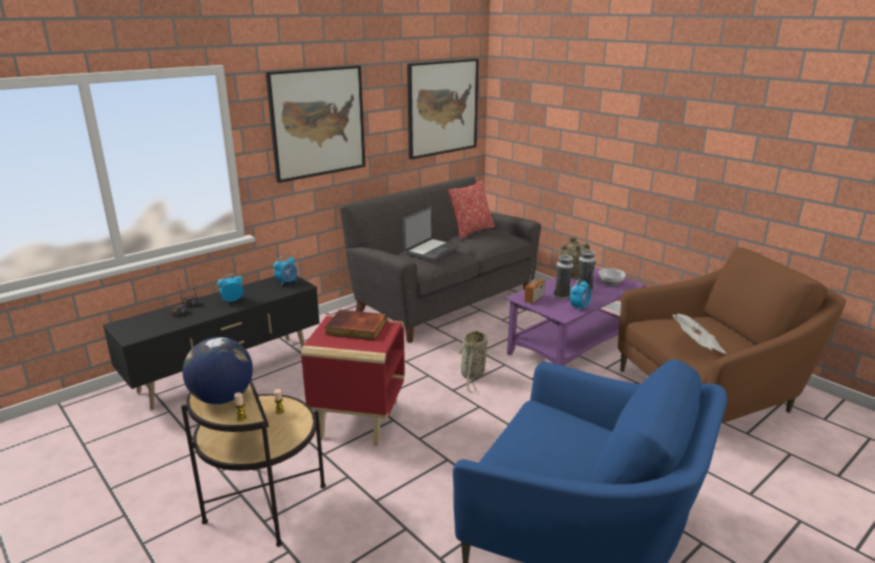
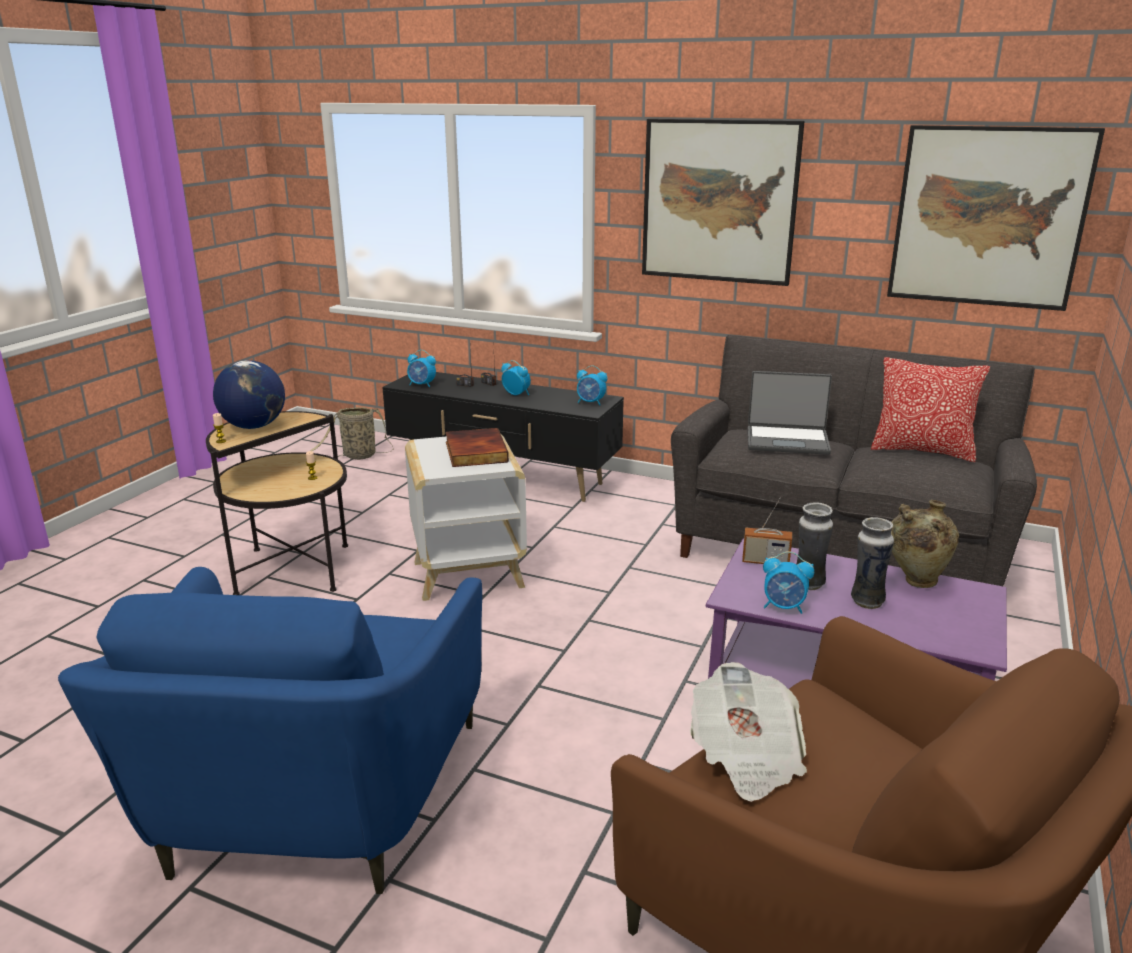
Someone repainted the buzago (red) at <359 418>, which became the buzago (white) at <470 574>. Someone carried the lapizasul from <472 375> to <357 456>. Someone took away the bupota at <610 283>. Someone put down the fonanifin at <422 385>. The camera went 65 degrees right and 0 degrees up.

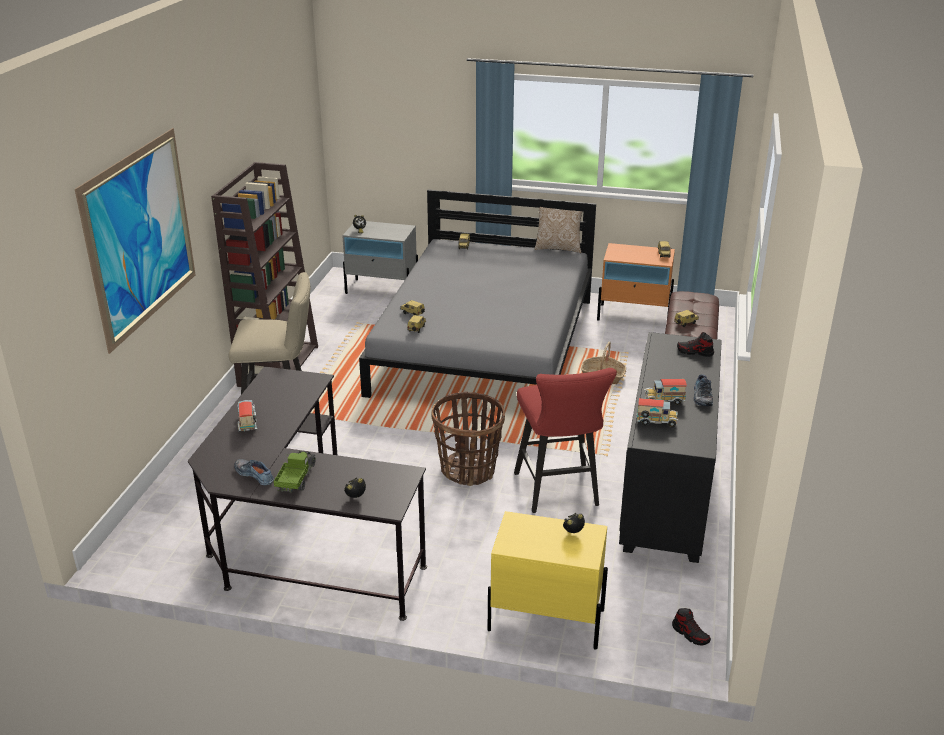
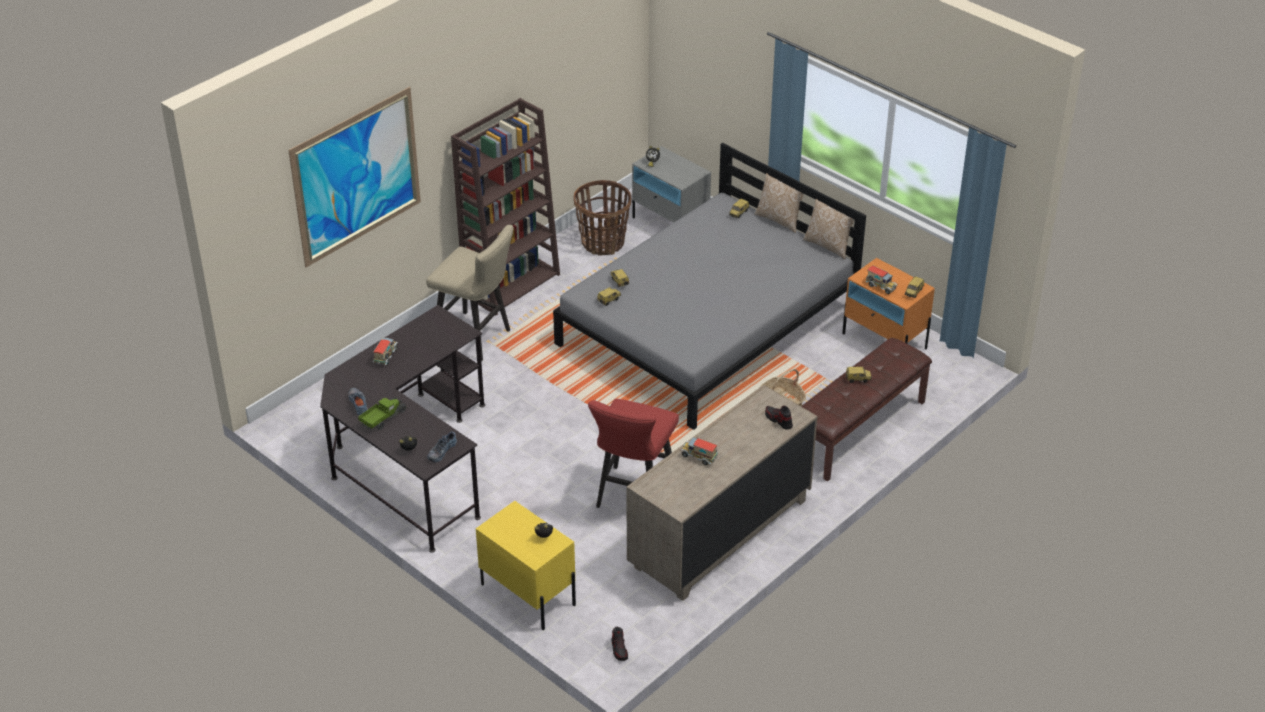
Someone carried the lapizasul from <468 470> to <603 243>. Someone repainted the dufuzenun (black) at <666 492>, which became the dufuzenun (beige) at <720 533>. Someone carried the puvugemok from <656 422> to <880 287>. Someone carried the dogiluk from <701 397> to <441 451>. Someone put down the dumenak at <779 219>. The camera went 30 degrees right and 10 degrees up.

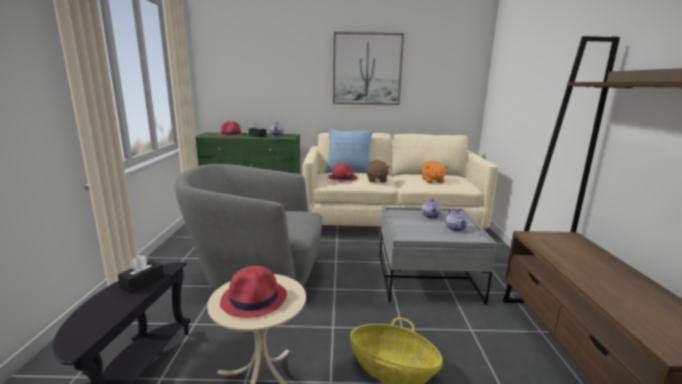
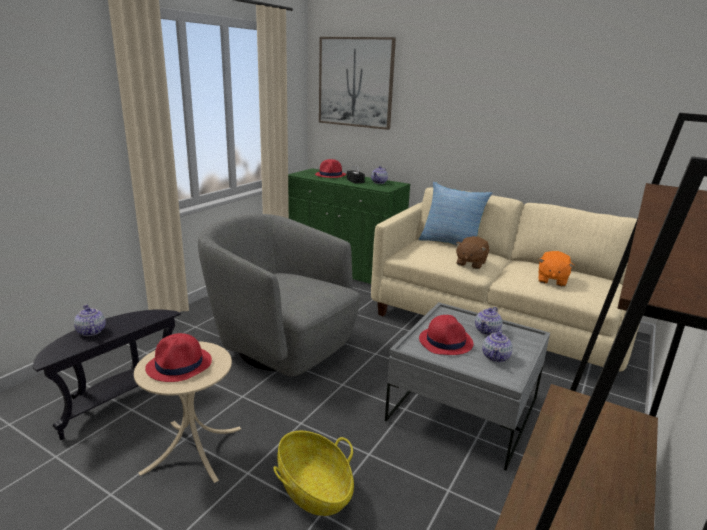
Someone took away the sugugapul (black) at <142 282>. Someone carried the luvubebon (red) from <342 178> to <445 341>. Someone carried the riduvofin from <367 69> to <355 82>. Someone put down the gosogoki at <91 331>. The camera went 30 degrees right and 5 degrees up.

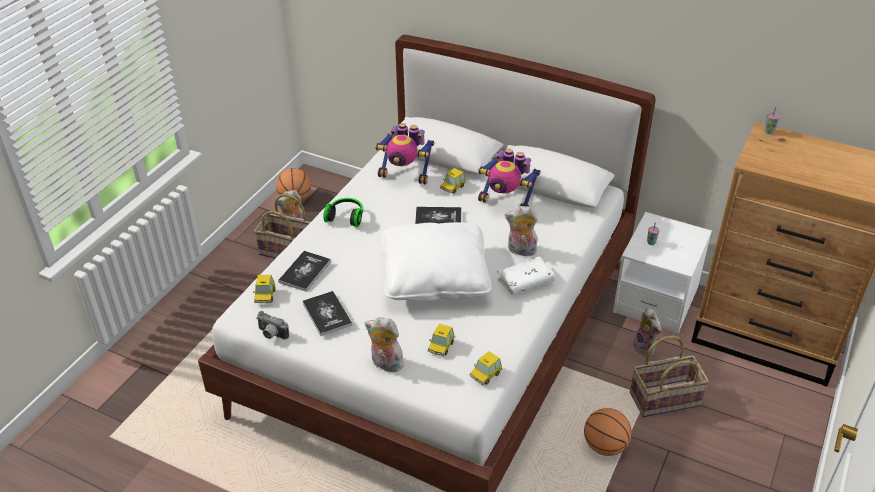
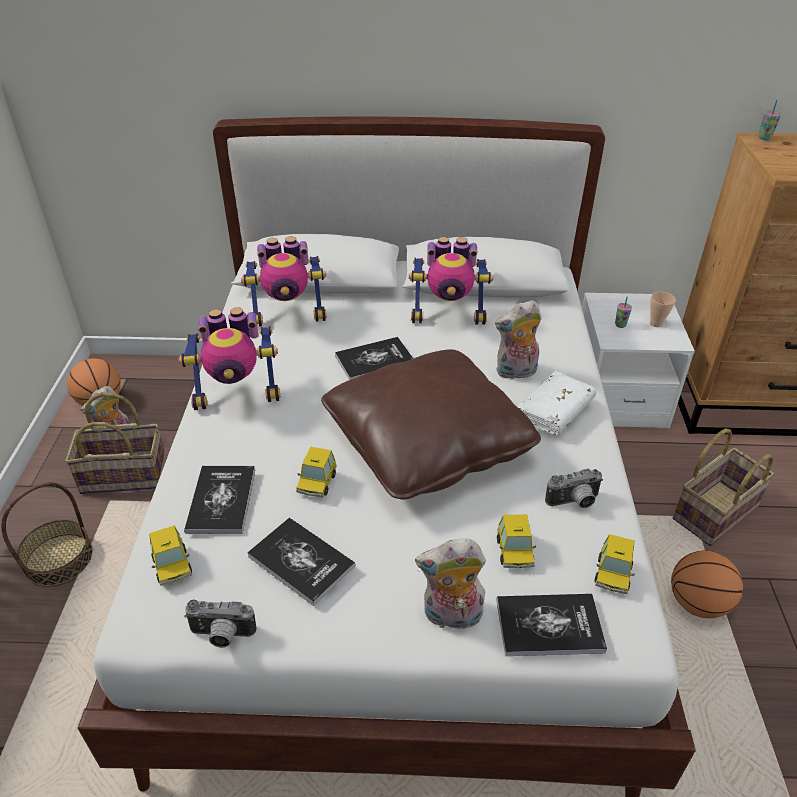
Someone swapped the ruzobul at <346 217> for the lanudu at <237 395>. Someone repainted the dumenak (white) at <435 277>, which became the dumenak (brown) at <427 444>. Someone carried the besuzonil from <452 187> to <317 482>. Someone took away the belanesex at <646 348>. Someone put down the lapizasul at <59 559>. Someone put down the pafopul at <549 625>. Someone put down the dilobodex at <574 502>. Someone put down the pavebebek at <656 323>. The camera went 25 degrees left and 0 degrees up.

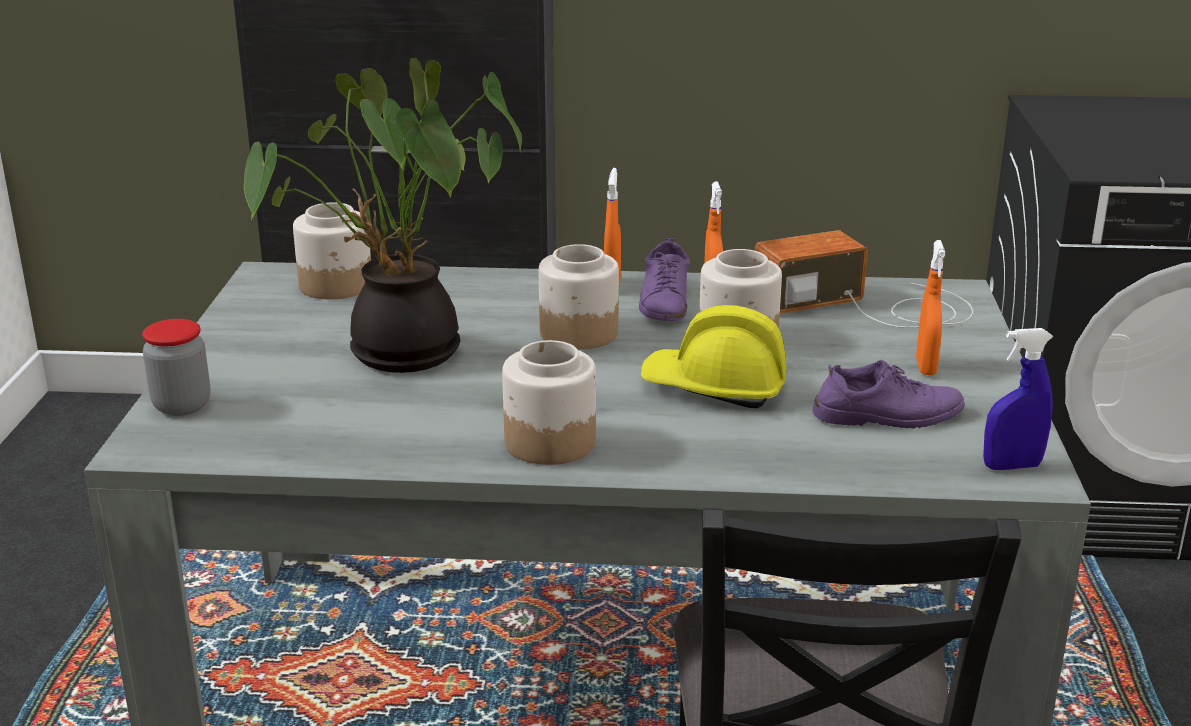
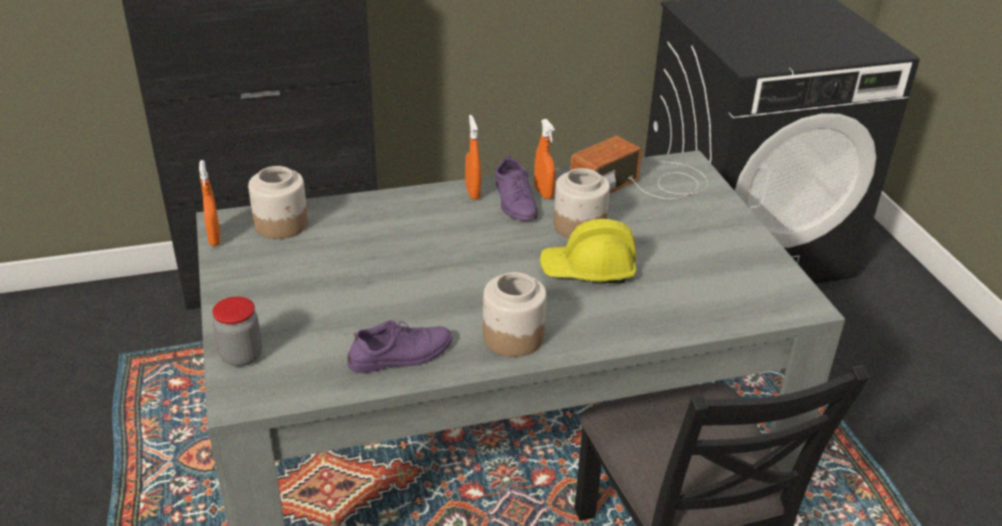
Someone took away the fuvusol at <399 356>. Someone took away the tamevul at <577 333>. Someone carried the dogiluk (purple) from <888 415> to <401 355>. Someone carried the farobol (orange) from <925 367> to <214 238>. Someone took away the farobol (blue) at <1011 466>. The camera went 20 degrees left and 10 degrees up.

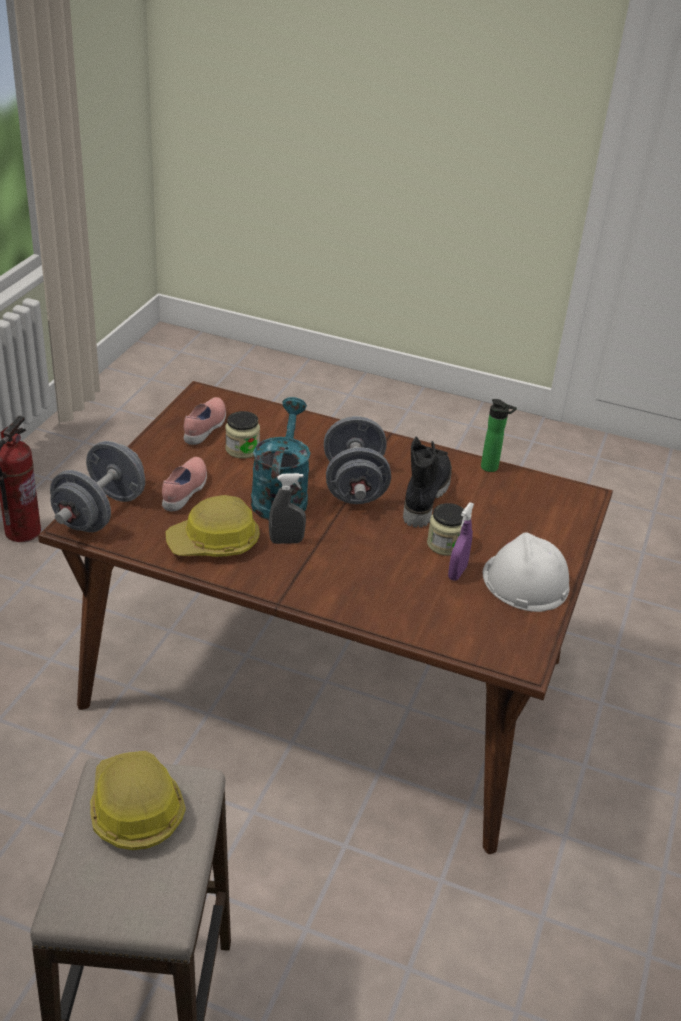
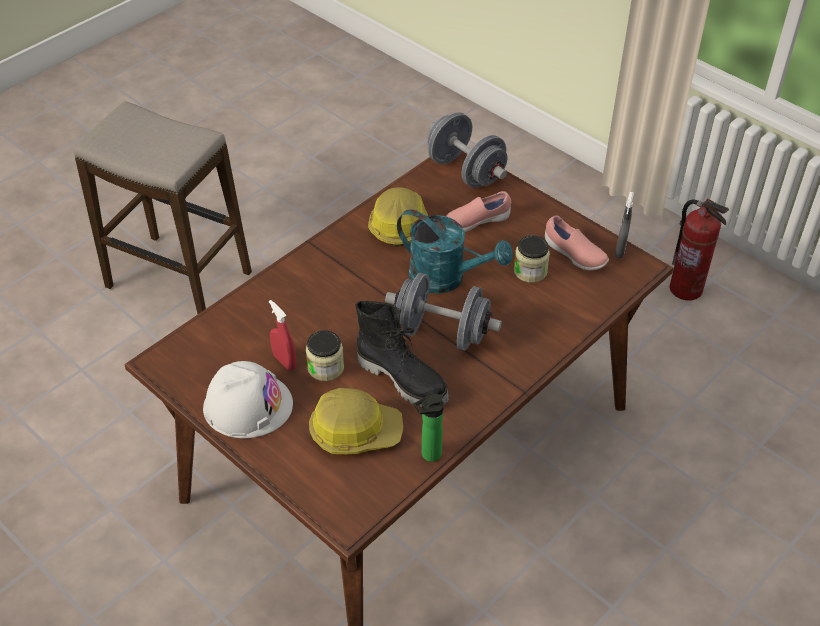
Someone carried the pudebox from <134 809> to <355 431>. Someone rotated the dogiluk (pink) at <185 492> by 120 degrees clockwise. Someone carried the farobol (grey) from <286 541> to <620 250>. Someone repainted the farobol (purple) at <457 572>, which became the farobol (red) at <284 361>. The camera went 115 degrees right and 10 degrees up.

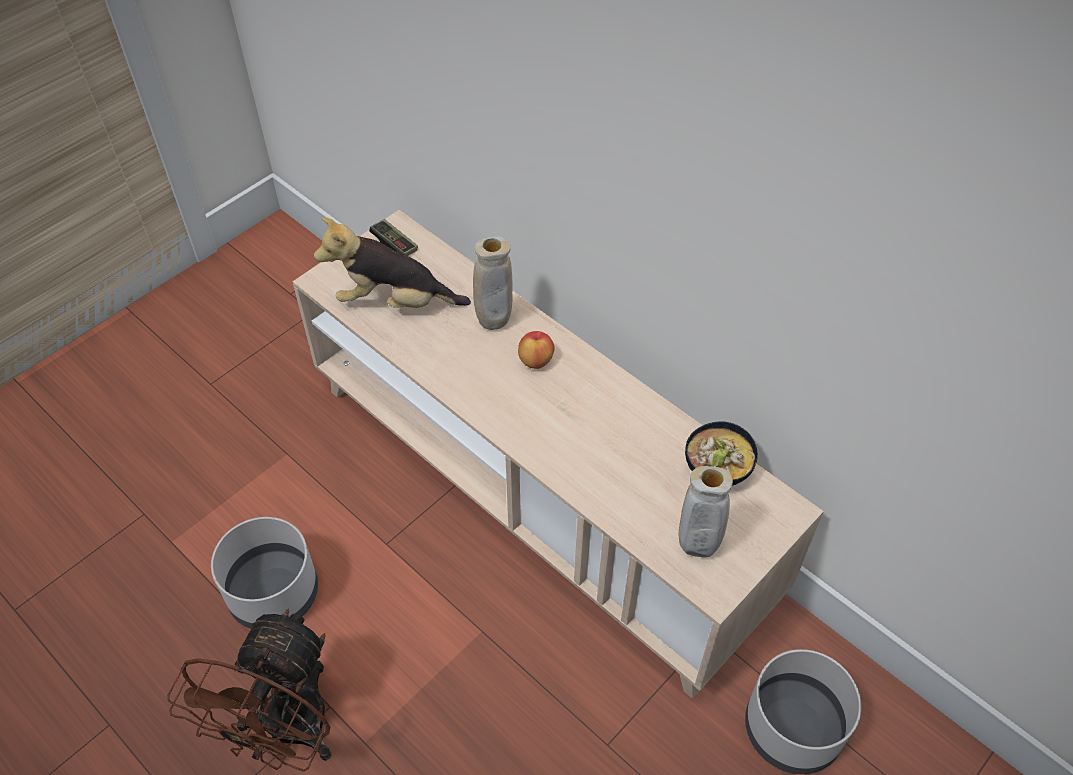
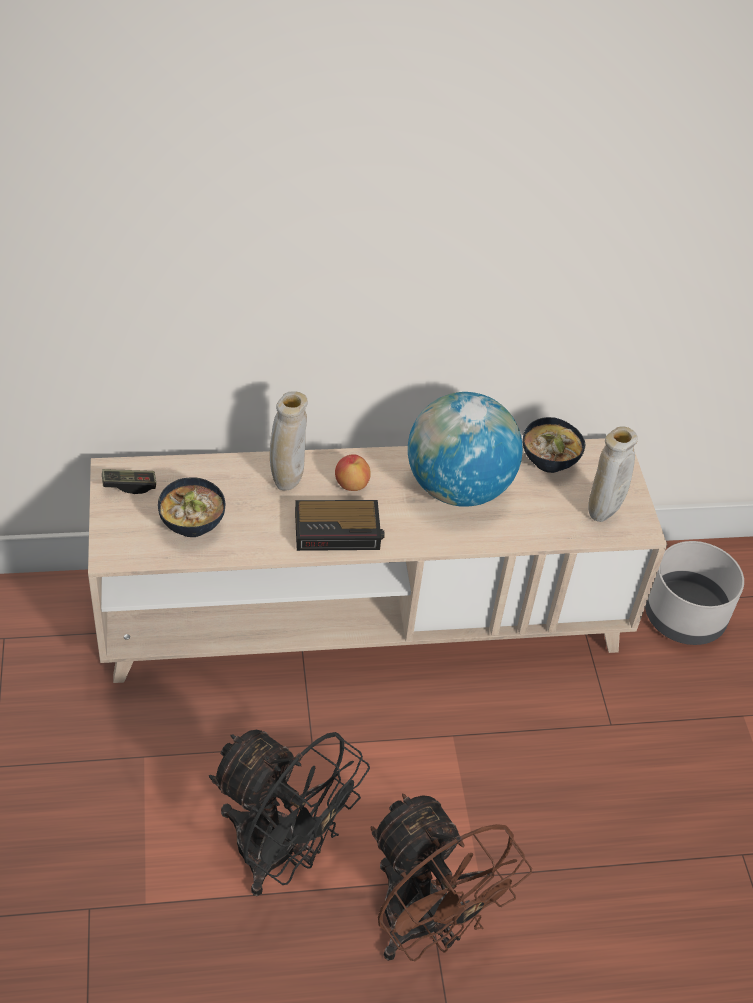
Someone swapped the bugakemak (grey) at <275 592> for the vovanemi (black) at <281 854>. Someone swapped the belanesex at <394 301> for the bupota at <193 524>. Someone put down the fonanifin at <339 530>. Someone put down the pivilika at <457 488>. The camera went 55 degrees left and 5 degrees down.

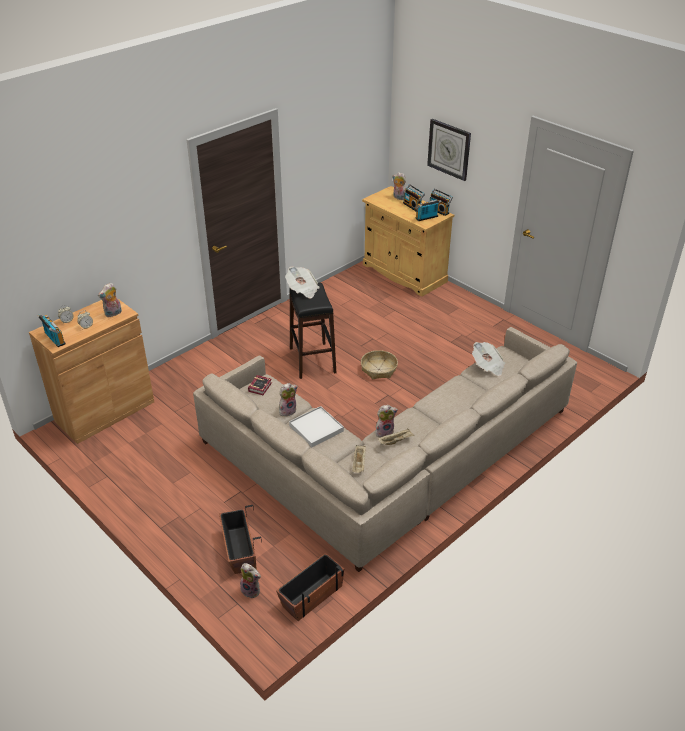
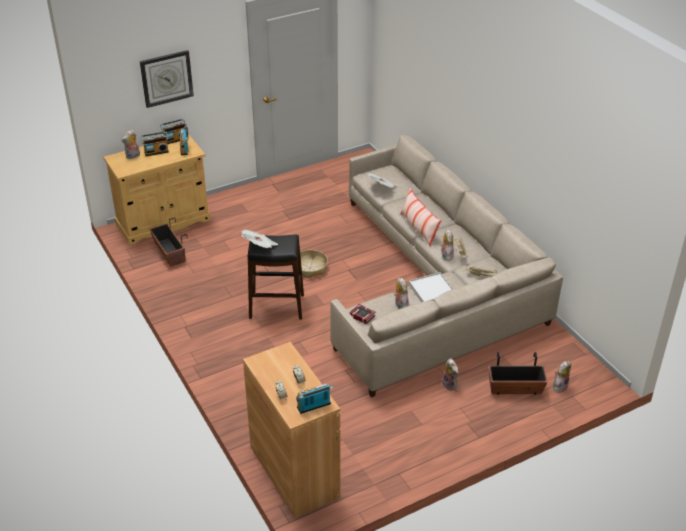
Someone carried the belanesex from <113 314> to <450 385>. Someone carried the bugakemak from <312 596> to <169 252>. Someone put down the dumenak at <418 228>. The camera went 75 degrees left and 0 degrees up.

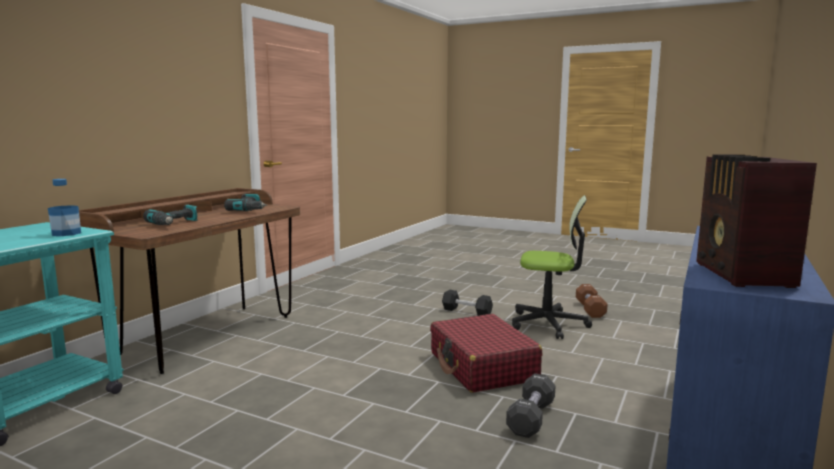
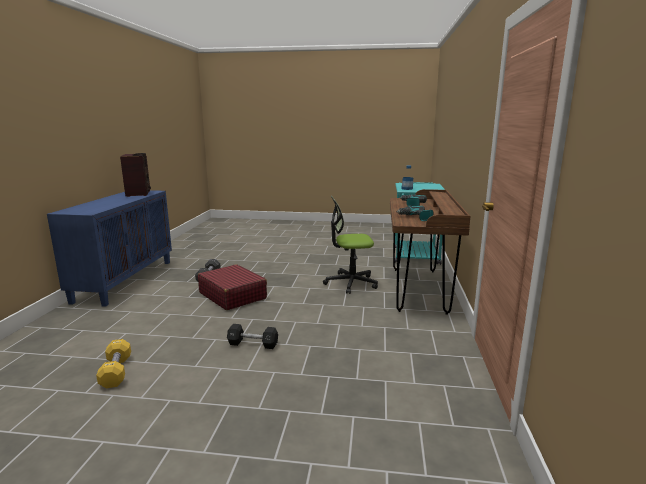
Someone carried the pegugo from <548 323> to <350 283>. Someone repainted the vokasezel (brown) at <590 309>, which became the vokasezel (yellow) at <116 372>. The camera went 160 degrees right and 5 degrees up.

